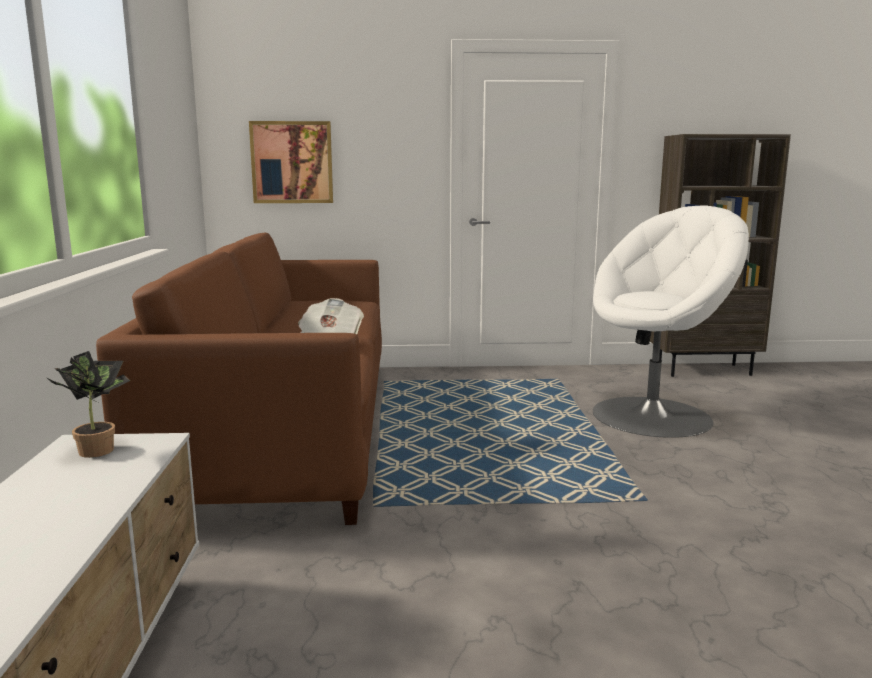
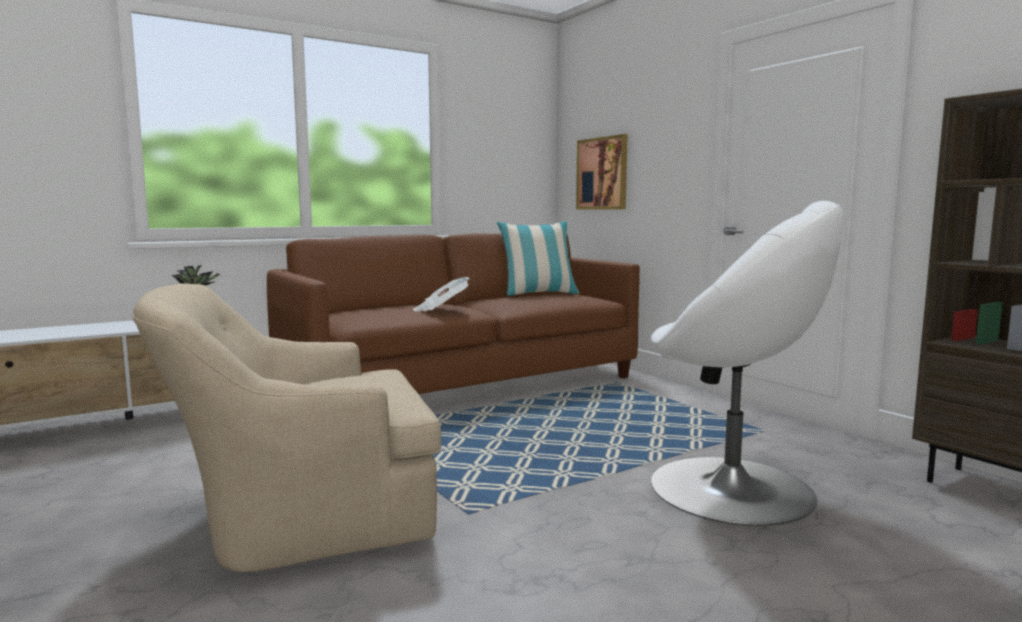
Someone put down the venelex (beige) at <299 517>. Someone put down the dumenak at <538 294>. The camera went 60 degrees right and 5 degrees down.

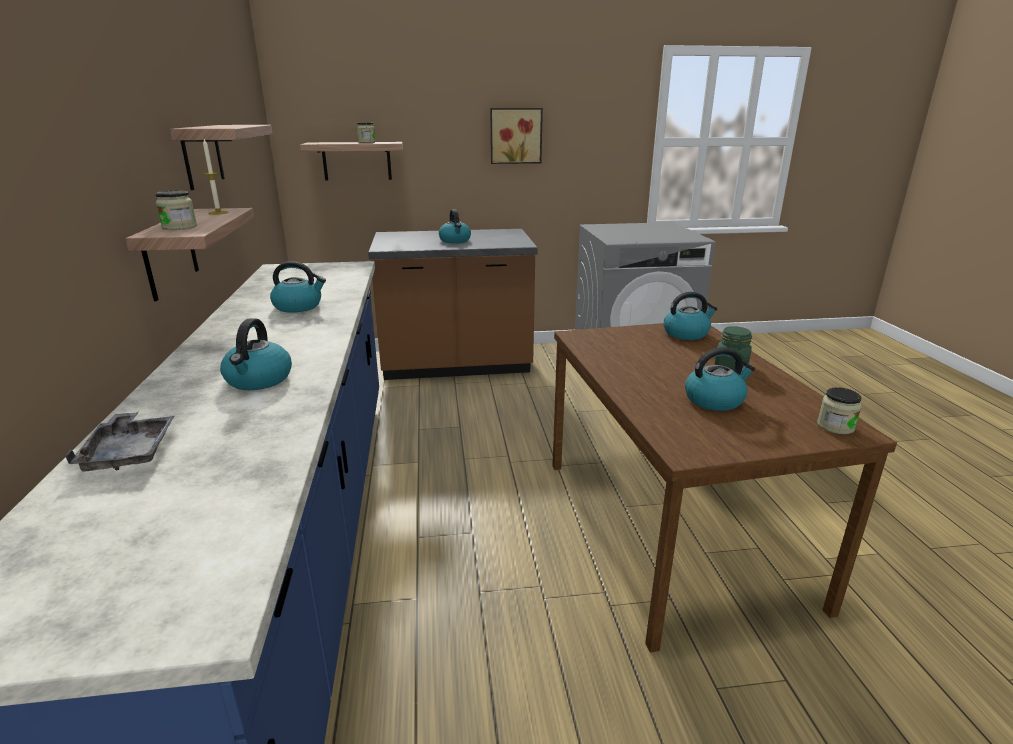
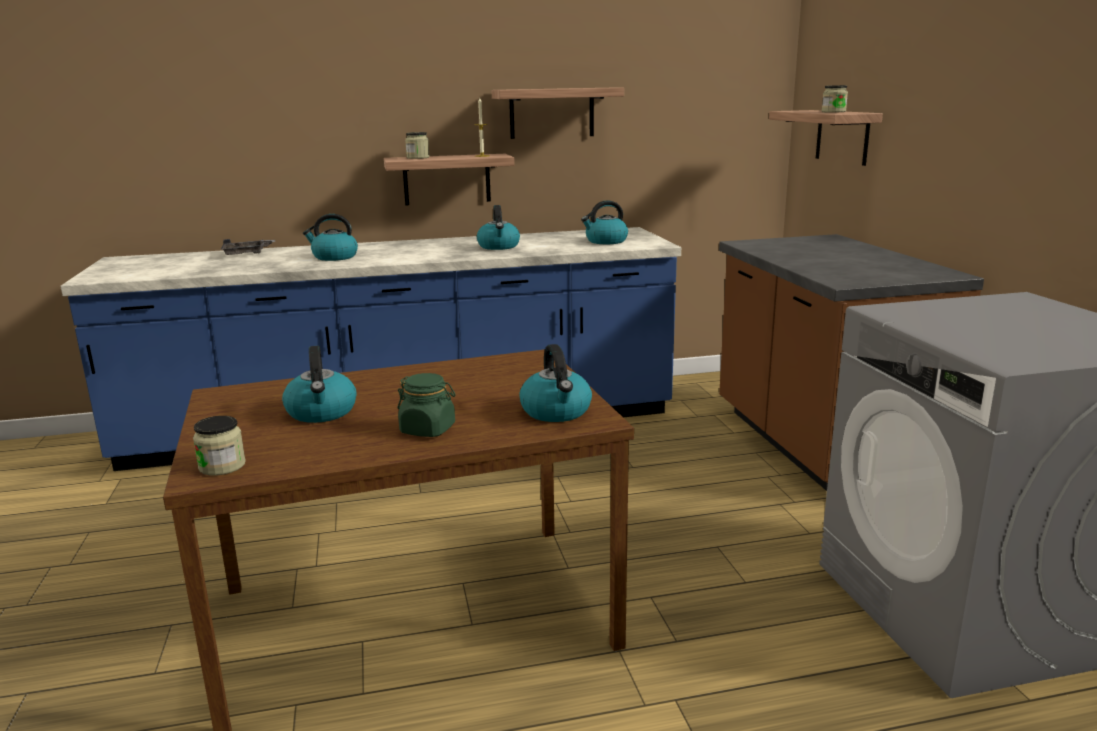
Someone carried the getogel from <455 241> to <605 241>. Someone took away the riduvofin at <515 136>. The camera went 85 degrees right and 5 degrees down.

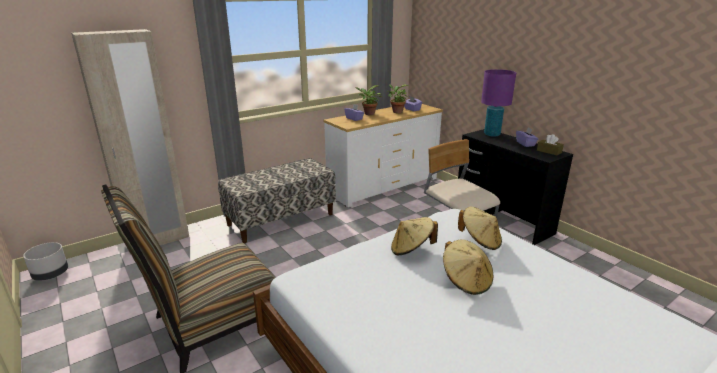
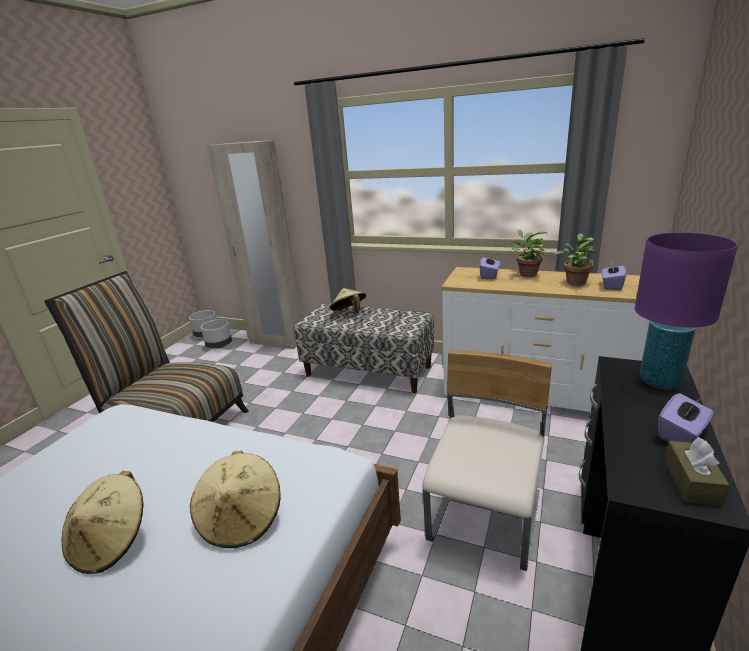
Someone carried the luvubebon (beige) from <411 249> to <349 313>. Someone put down the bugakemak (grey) at <219 345>. The camera went 60 degrees right and 0 degrees up.

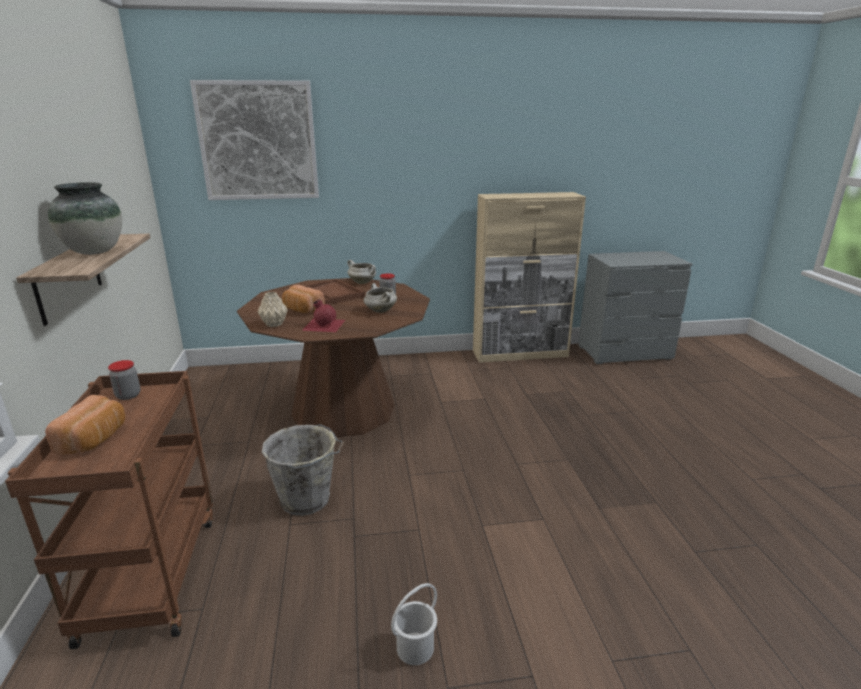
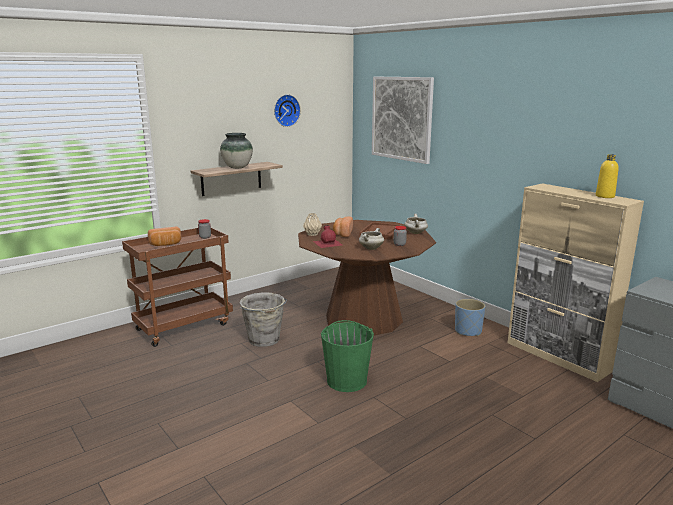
Someone took away the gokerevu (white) at <416 648>. Someone put up the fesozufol at <285 110>. Someone put down the gokerevu (green) at <347 380>. Someone put down the bugakemak (blue) at <468 331>. Someone put down the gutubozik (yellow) at <605 196>. The camera went 60 degrees right and 5 degrees down.

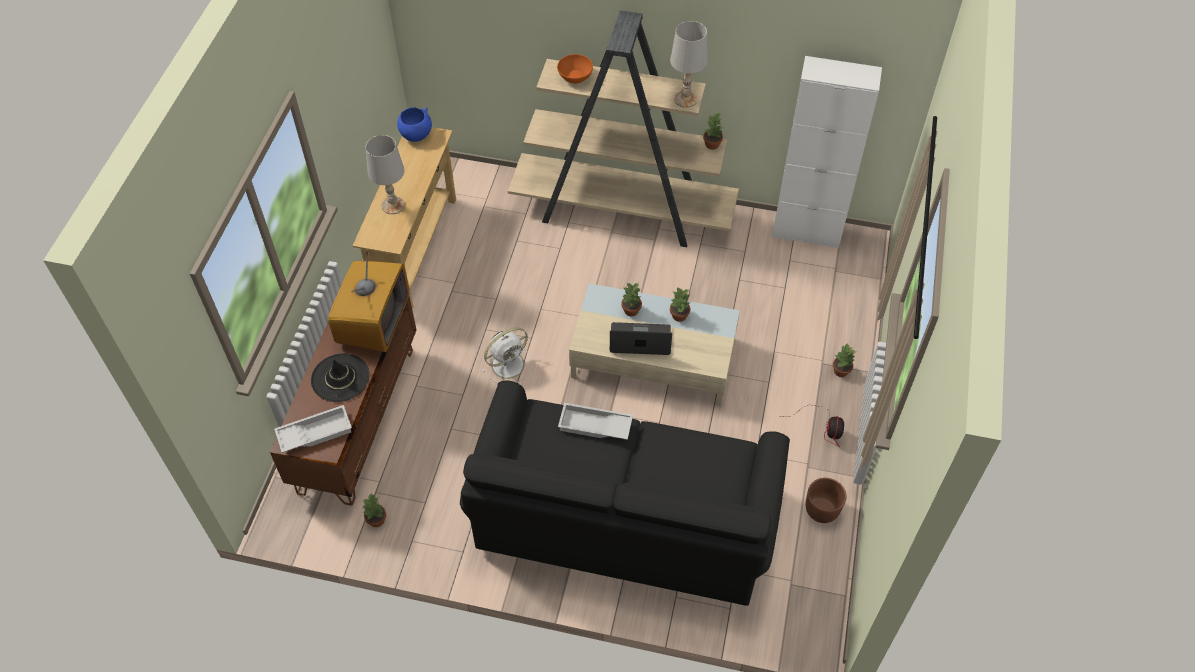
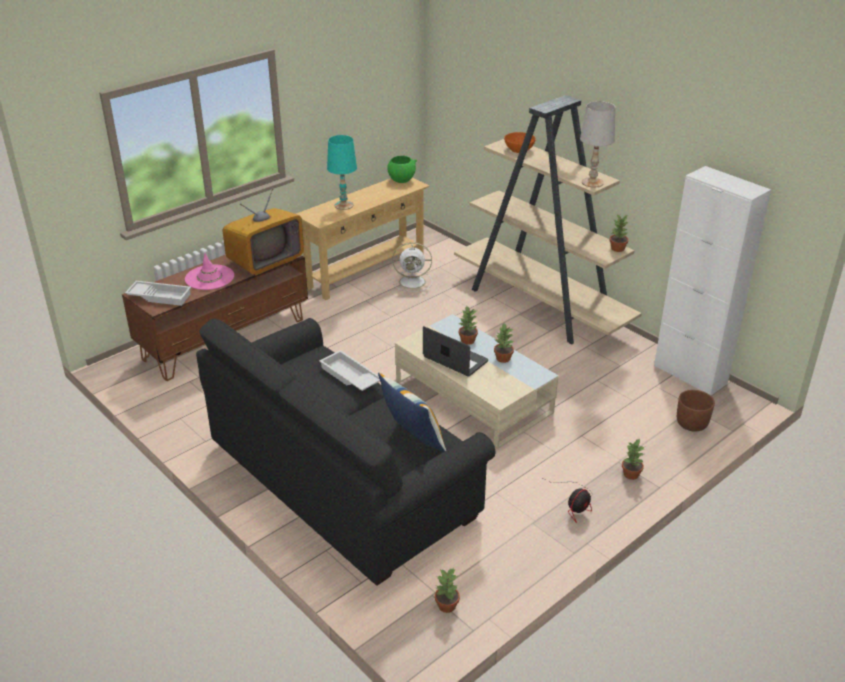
Someone repainted the luvubebon (black) at <340 378>, which became the luvubebon (pink) at <209 278>. Someone carried the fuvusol from <377 520> to <447 606>. Someone repainted the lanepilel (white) at <393 205>, which became the lanepilel (turquoise) at <344 205>. Someone repainted the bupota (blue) at <416 135>, which became the bupota (green) at <401 180>. Someone carried the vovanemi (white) from <509 364> to <413 282>. Someone carried the bugakemak (brown) from <822 510> to <692 424>. Someone put down the dumenak at <413 440>. The camera went 35 degrees right and 20 degrees down.

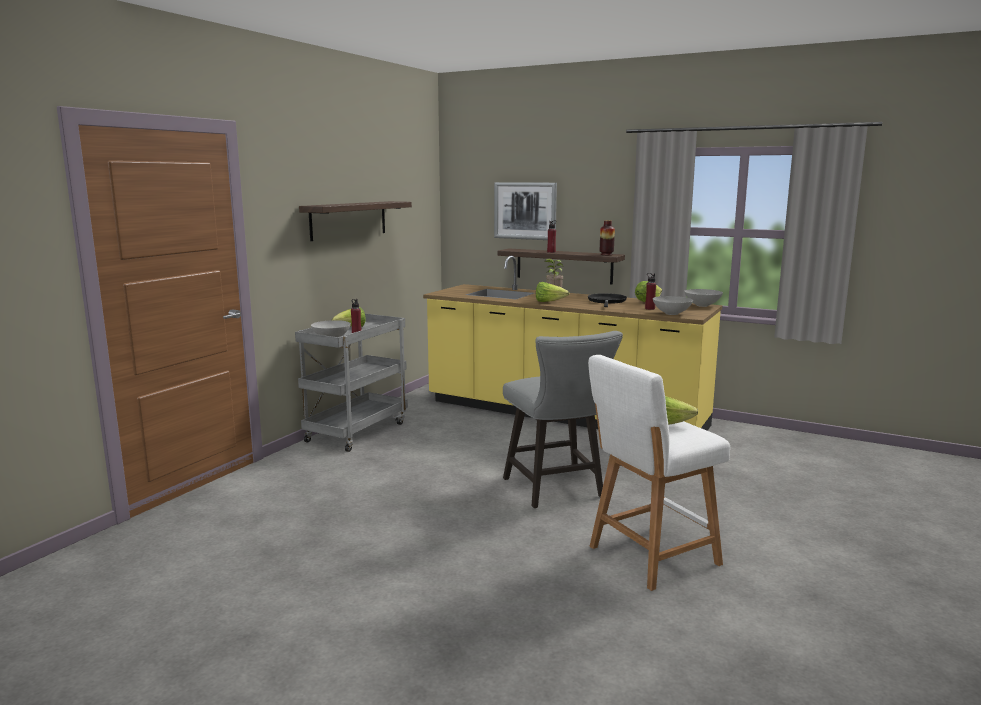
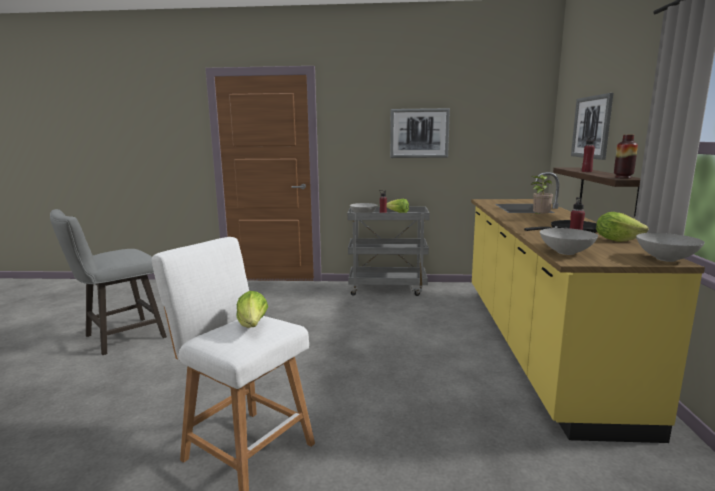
Someone swapped the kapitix at <349 220> for the riduvofin at <419 133>. Someone carried the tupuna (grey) from <557 490> to <119 338>. Someone took away the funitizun at <549 302>. The camera went 65 degrees right and 0 degrees up.

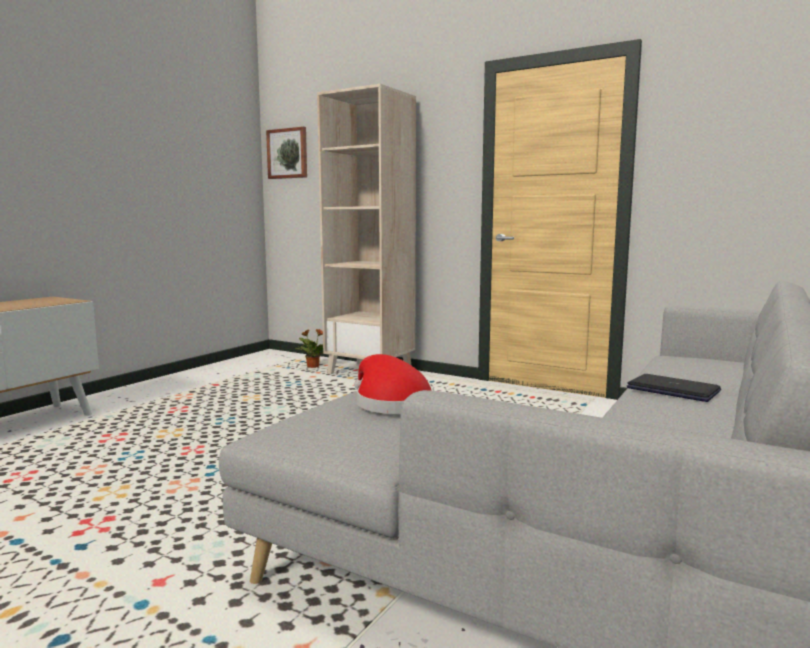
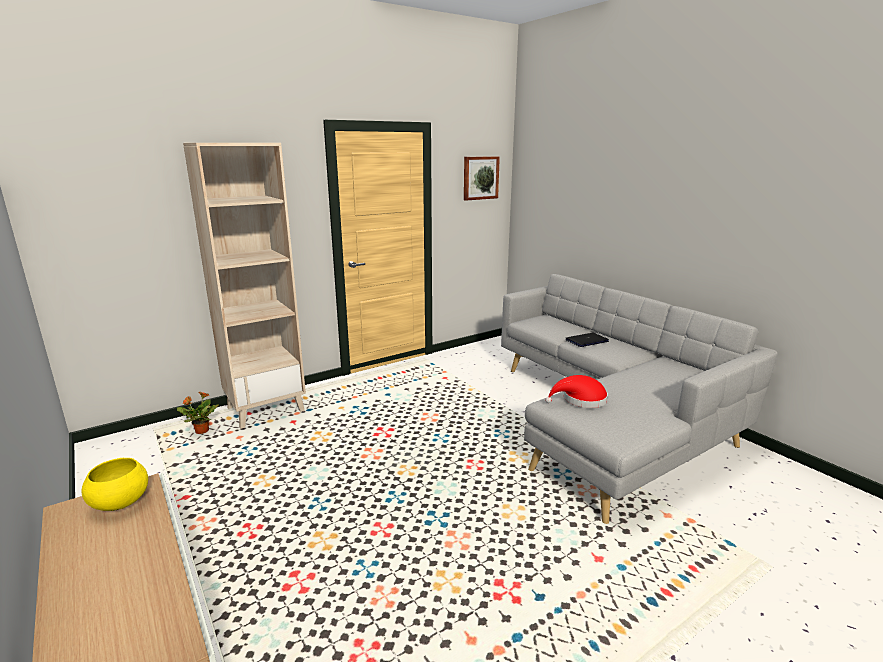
Someone carried the riduvofin from <288 153> to <480 178>. Someone put down the bupota (yellow) at <121 503>. The camera went 65 degrees left and 10 degrees up.

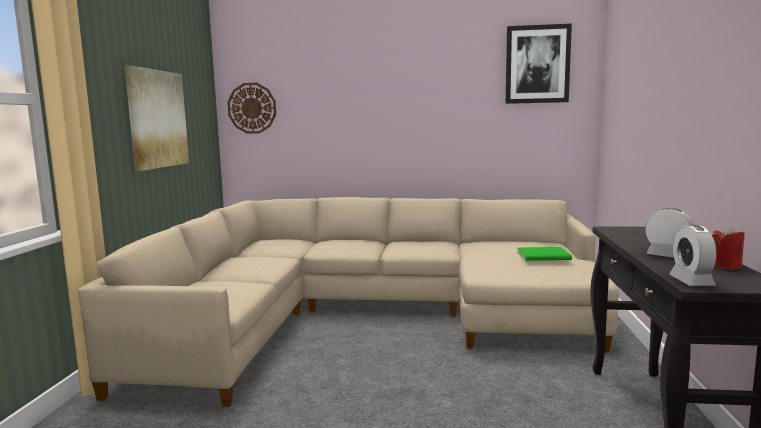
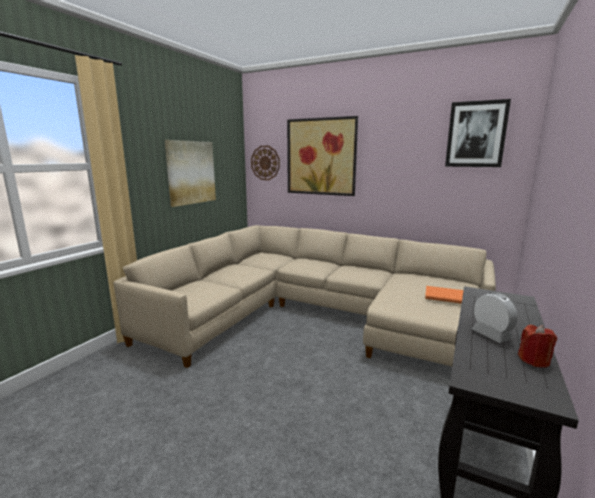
Someone repainted the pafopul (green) at <545 256>, which became the pafopul (orange) at <445 296>. Someone took away the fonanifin at <691 281>. Someone put up the riduvofin at <321 157>. The camera went 20 degrees right and 5 degrees up.

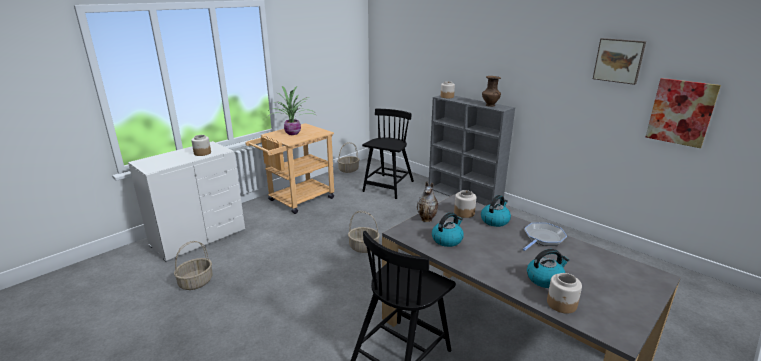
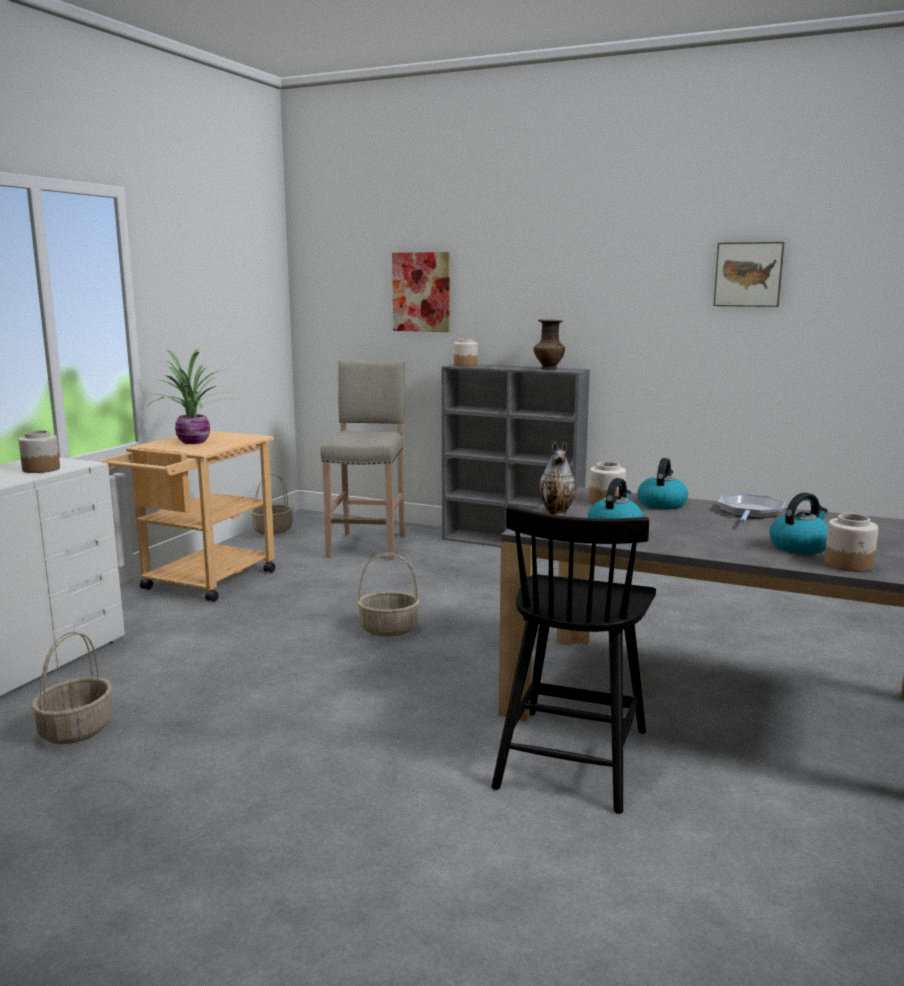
Someone swapped the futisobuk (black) at <388 187> for the tupuna (beige) at <368 545>. Someone carried the riduvofin from <681 112> to <421 292>. The camera went 20 degrees left and 10 degrees down.

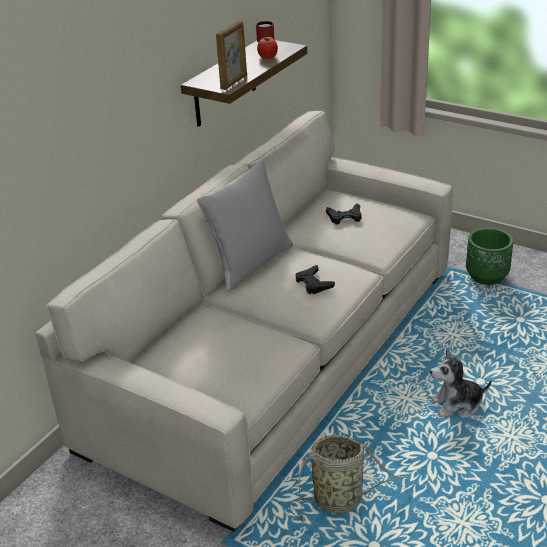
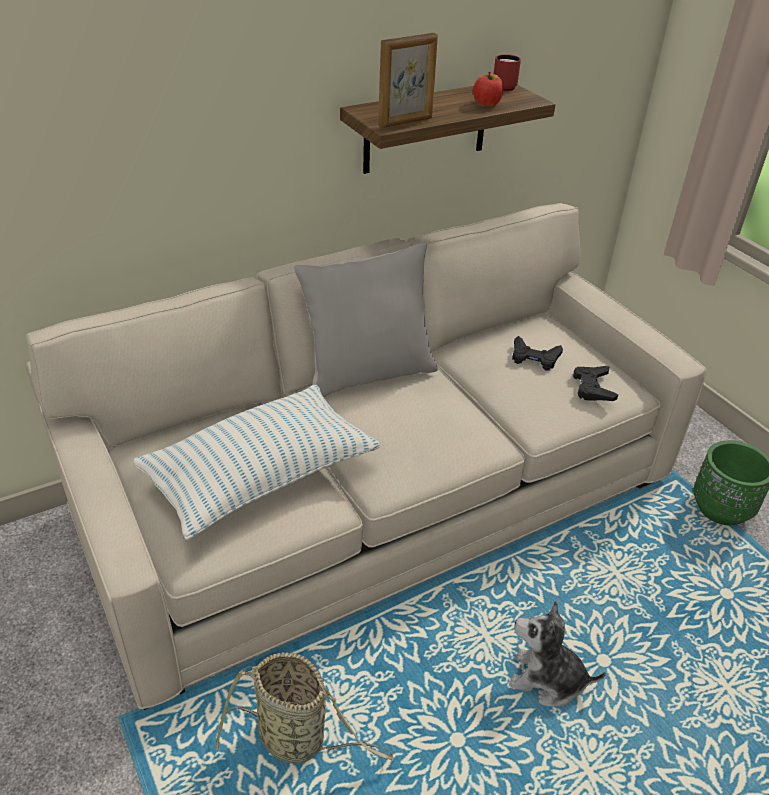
Someone carried the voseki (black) from <313 283> to <593 387>. Someone put down the dumenak at <260 476>. The camera went 25 degrees right and 5 degrees up.

